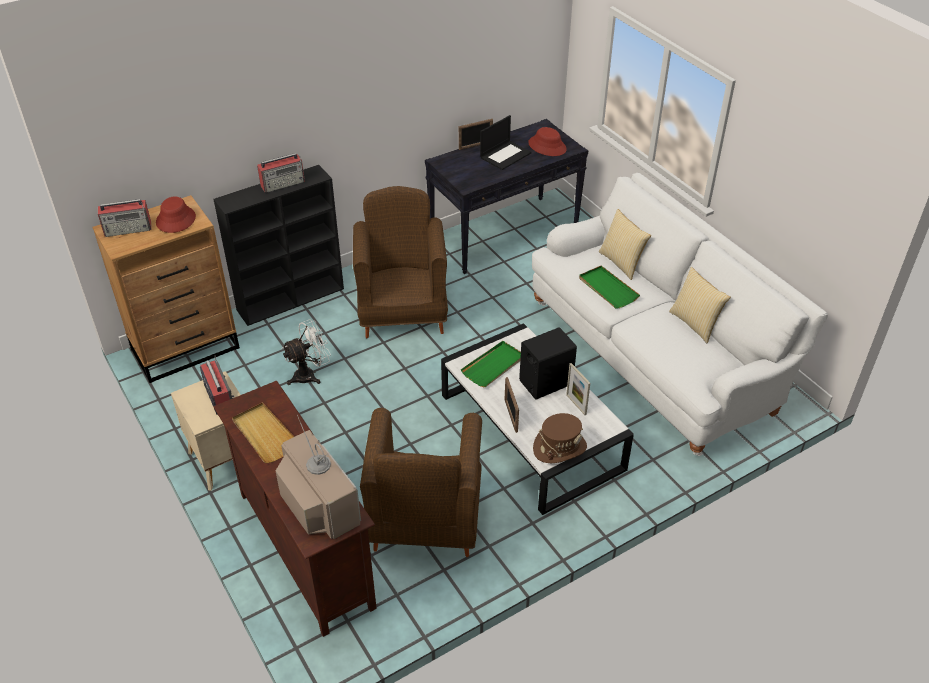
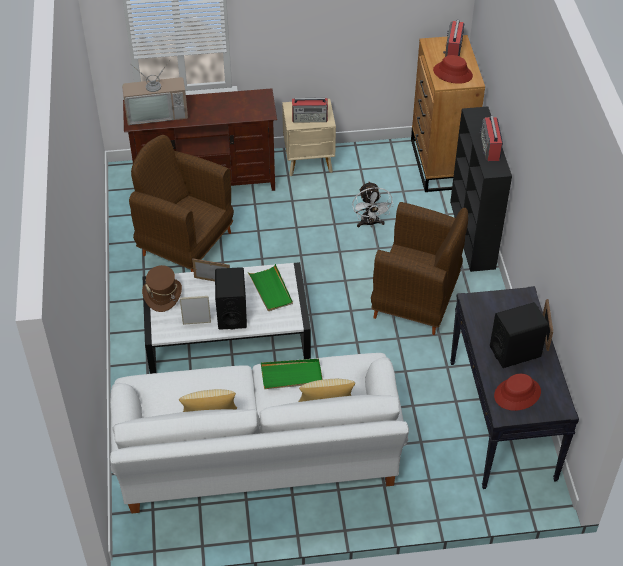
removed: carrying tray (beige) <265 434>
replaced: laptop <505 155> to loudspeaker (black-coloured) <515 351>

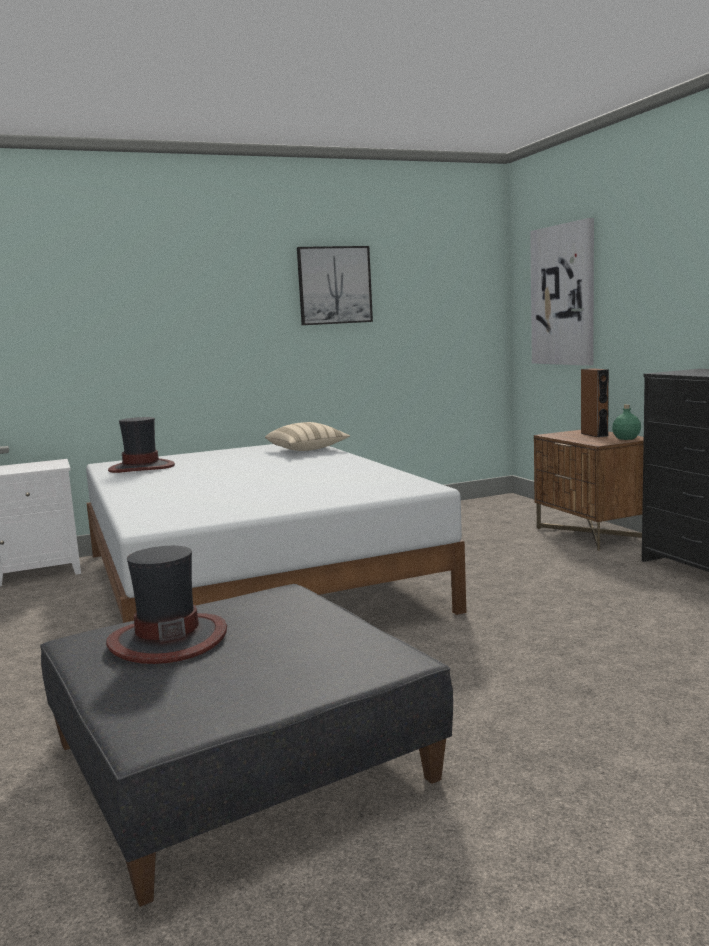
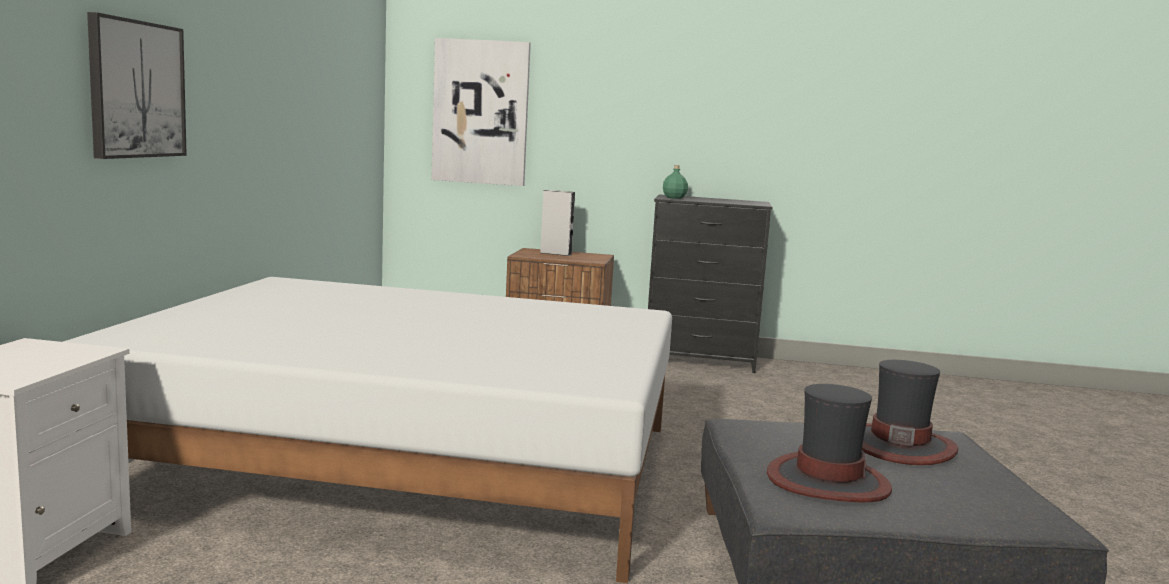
removed: throw pillow (beige) <307 450>
moved: picture <334 285> to <136 89>; drink bottle (greenish) <626 438> to <674 197>; clothing hat <142 468> to <899 445>
recoloured: loudspeaker (brownish) <594 434> to loudspeaker (grey) <556 253>

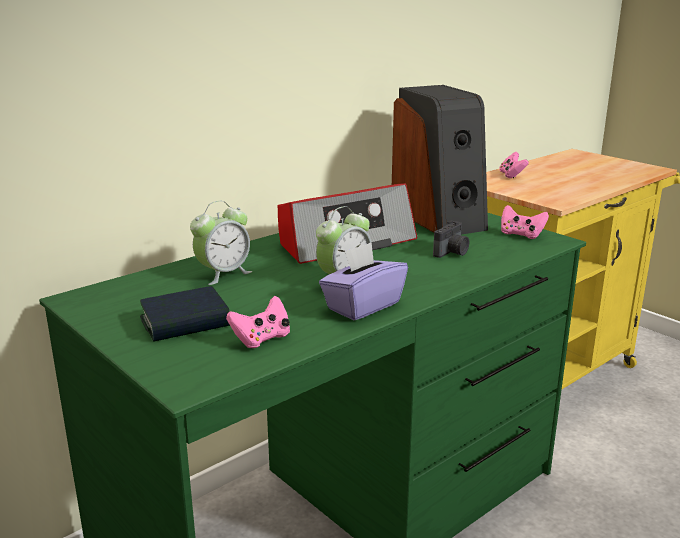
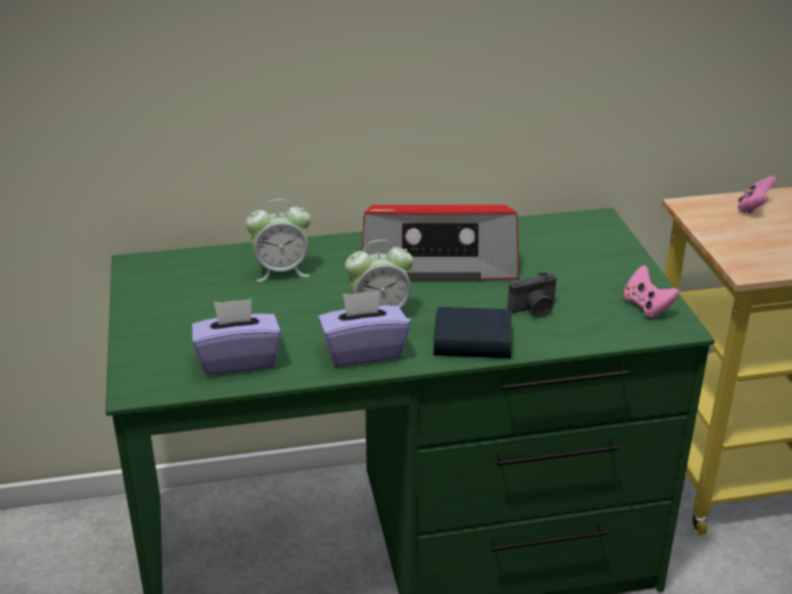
removed: loudspeaker <439 218>
moved: bound book <185 322> to <472 341>
replaced: joypad (pinkish) <262 339> to tissue box (purplish) <238 360>

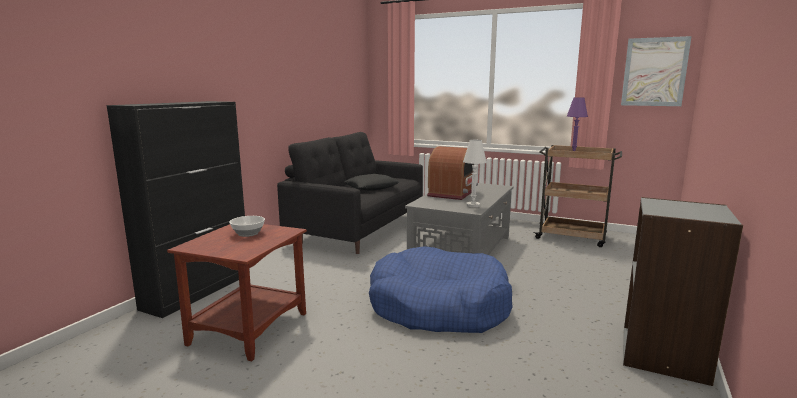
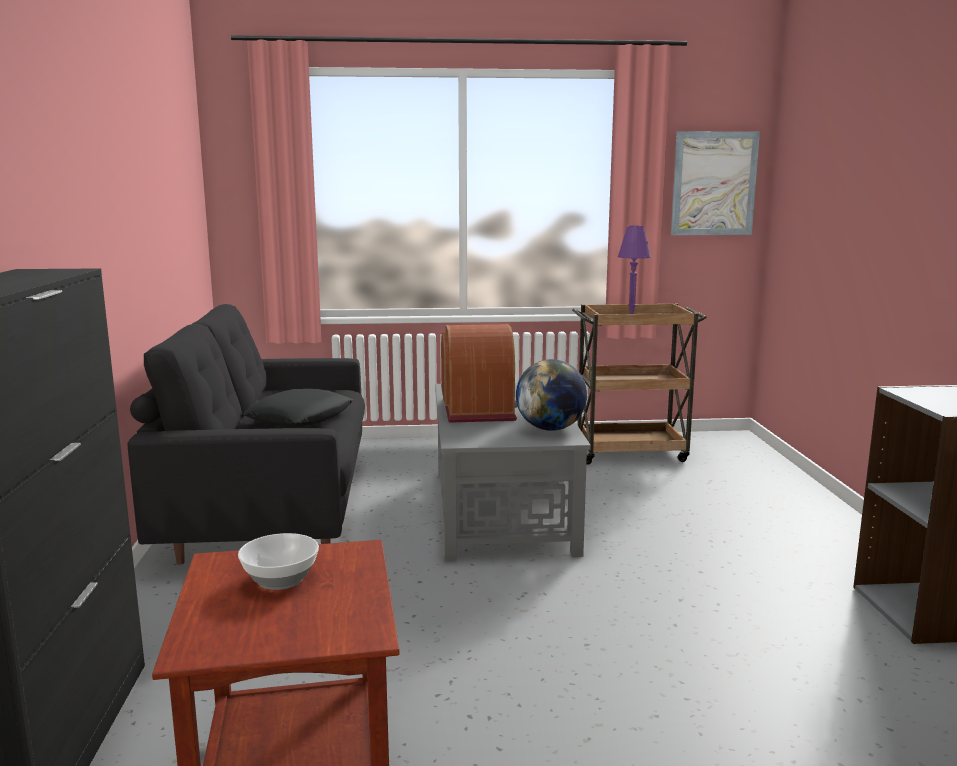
removed: dog bed (blue) <438 306>
replaced: table lamp (whitish) <473 205> to world globe <550 428>

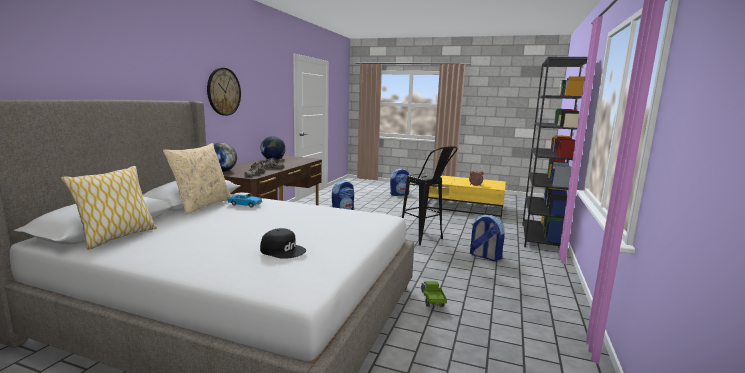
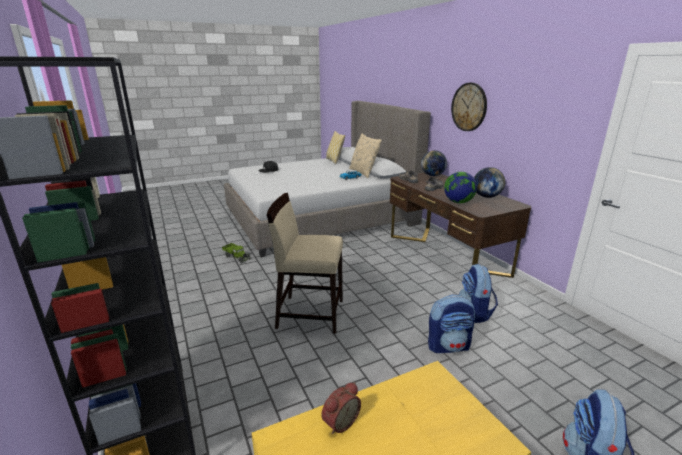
added: world globe <458 202>
moved: backpack <484 256> to <448 346>
replaced: sitting stool (black-coloured) <425 239> to upright chair (beige) <309 313>

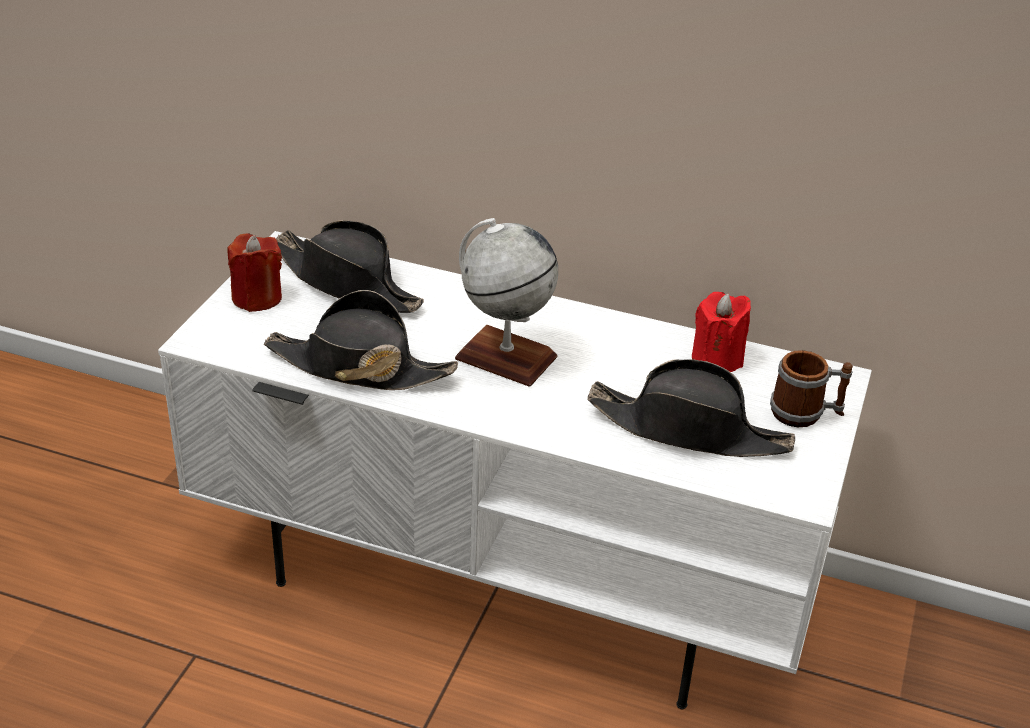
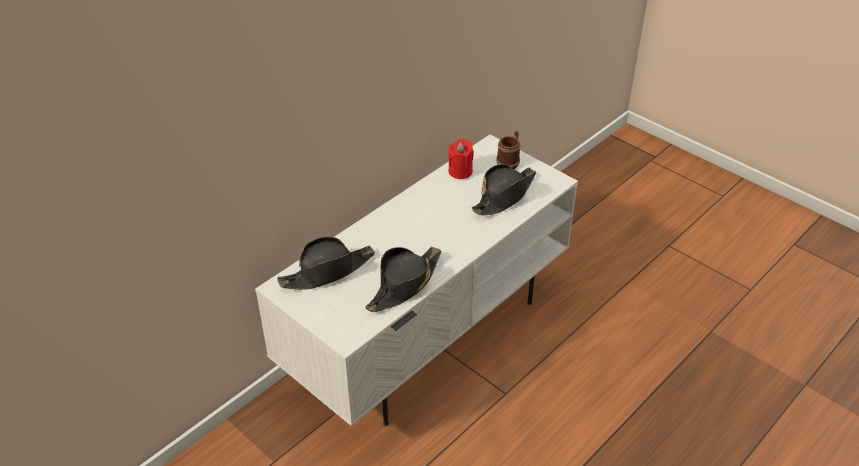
removed: candle (reddish) <257 298>; world globe <505 357>

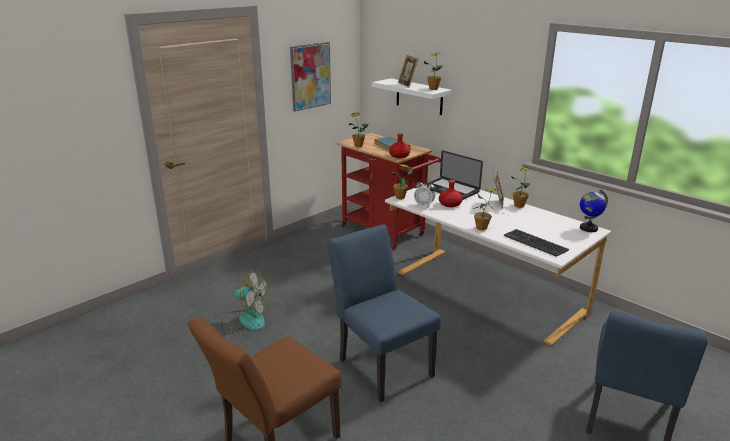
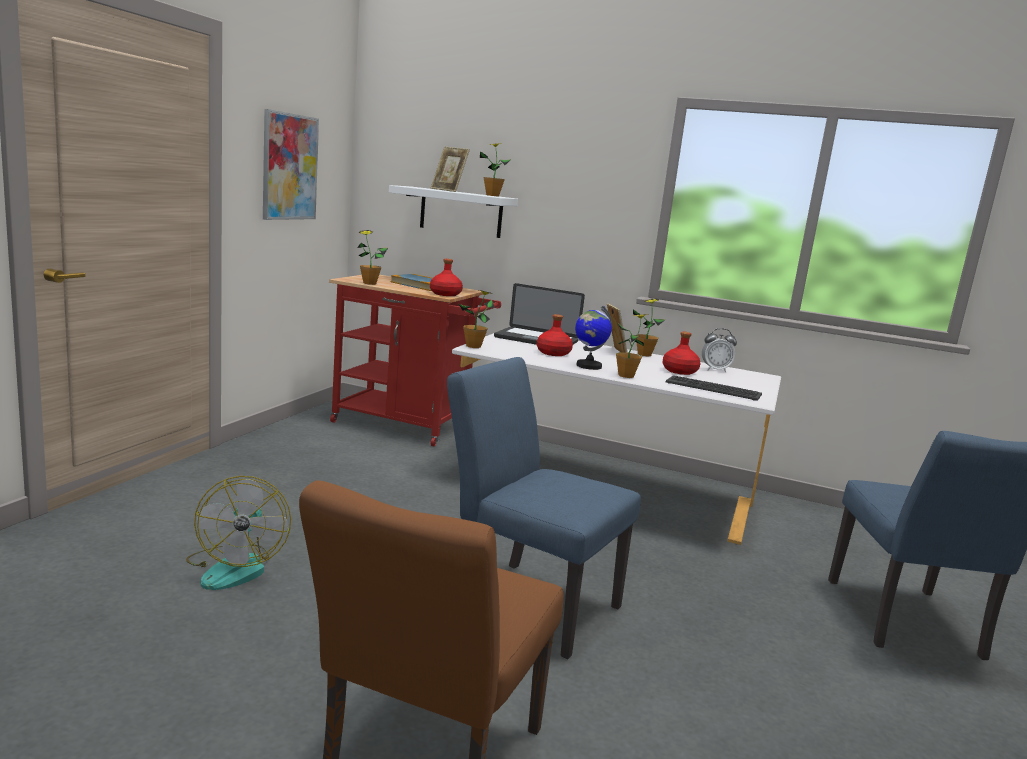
added: drink bottle (reddish) <680 371>
moved: world globe <588 228> to <588 366>; table clock <424 205> to <715 370>
turned: electric fan <245 320> = <236 567> 90 degrees clockwise

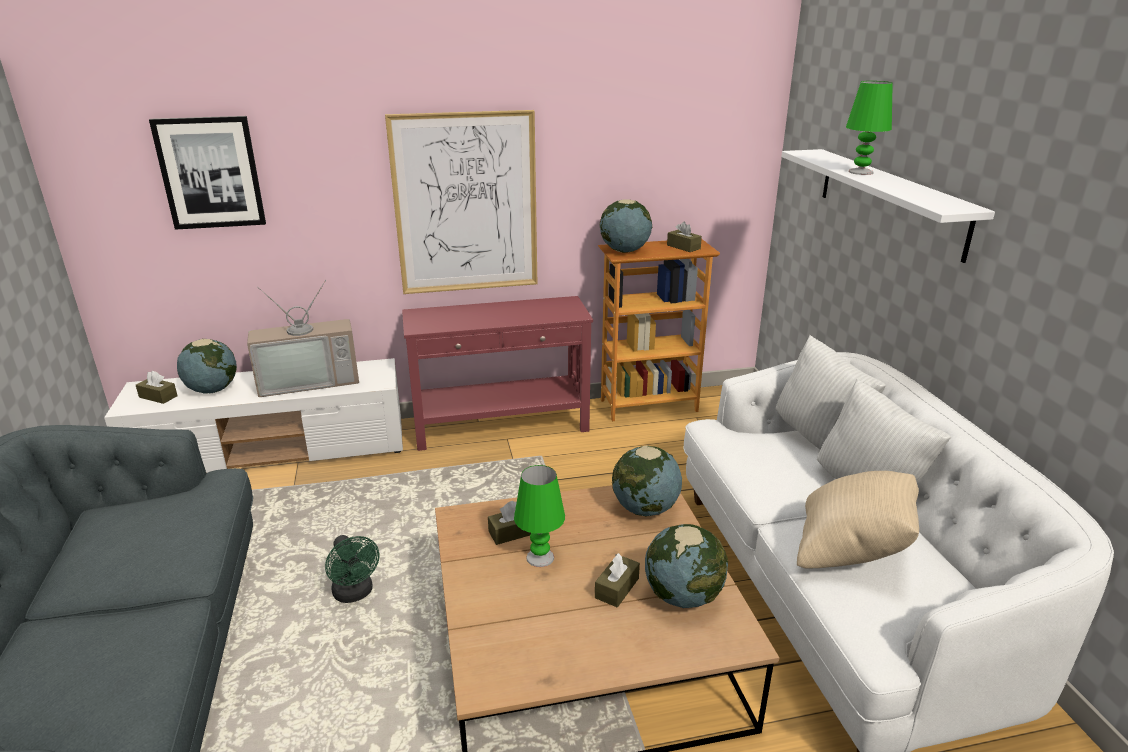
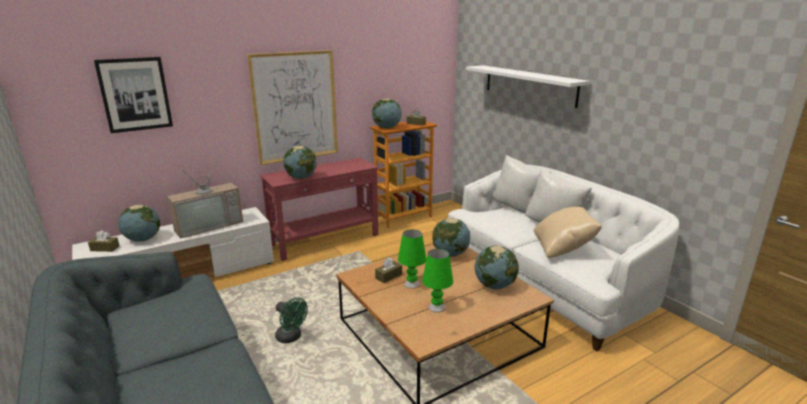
removed: tissue box (brownish) <617 588>
added: world globe <301 177>
moved: table lamp (greenish) <860 172> to <436 307>

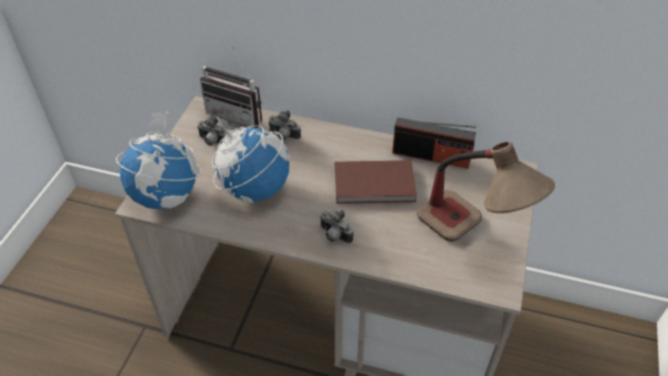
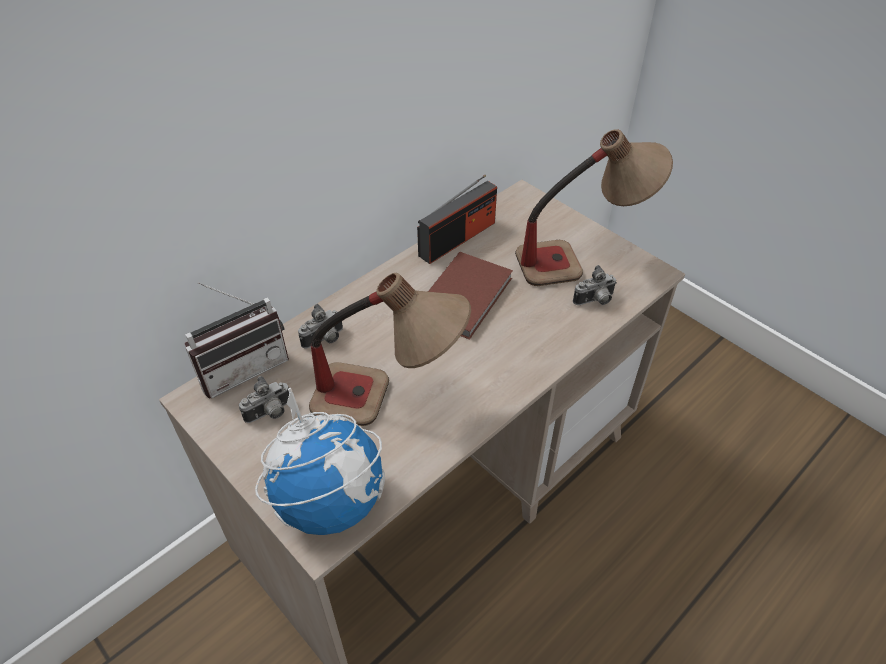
moved: photo camera <334 236> to <595 301>
replaced: world globe <254 188> to table lamp <390 402>

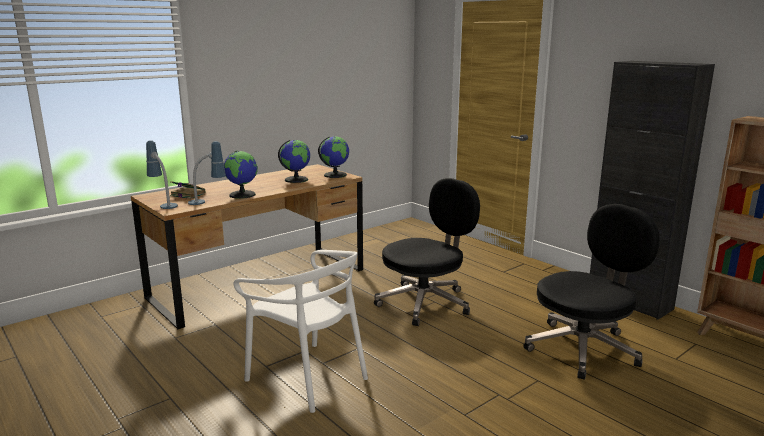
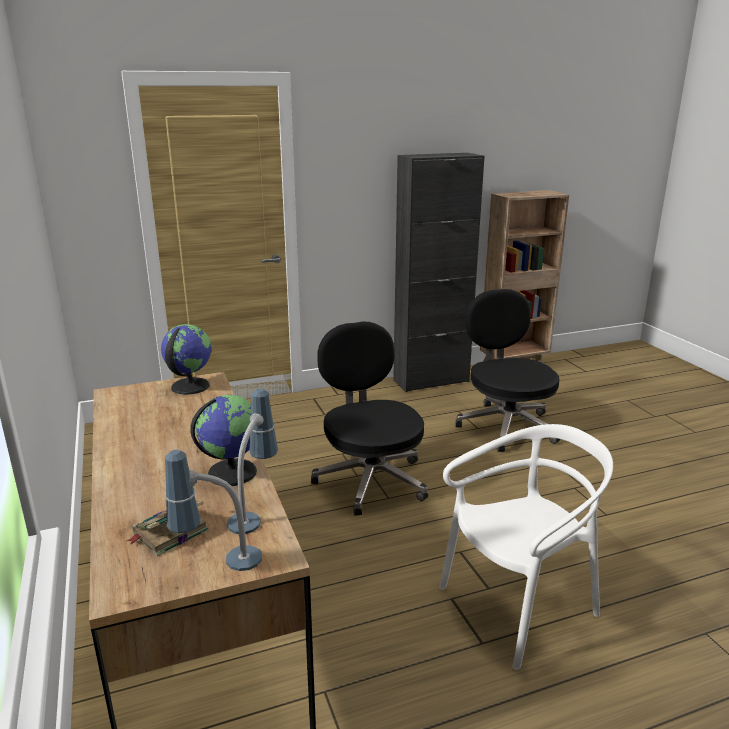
removed: world globe <296 179>

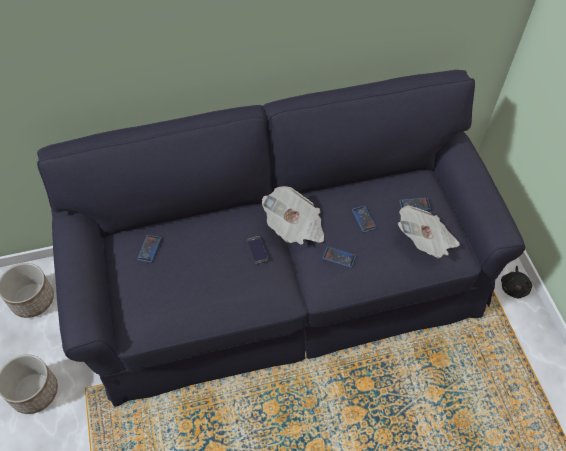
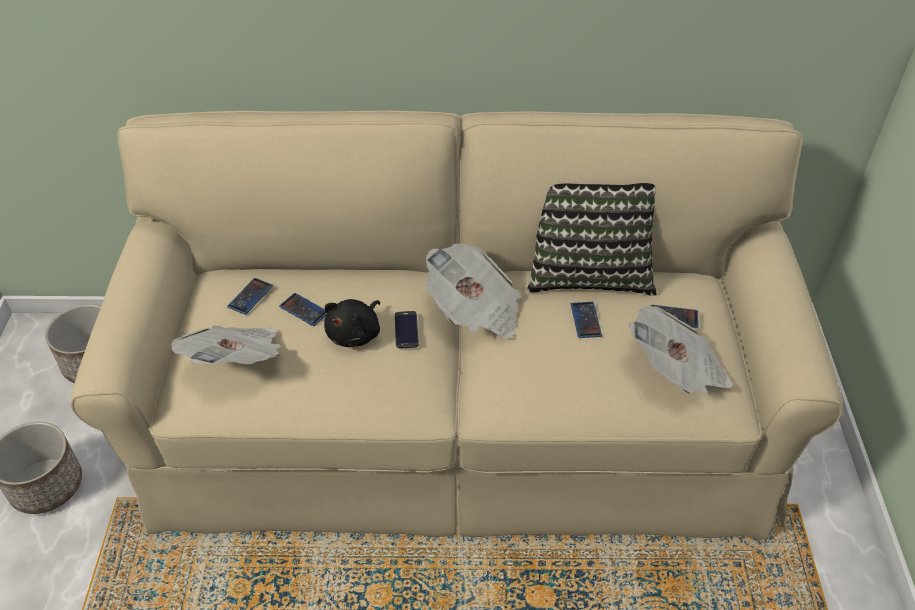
added: newspaper <237 362>; throw pillow <589 272>
moved: handset <339 257> to <304 310>; cuddly toy (black-coloured) <514 287> to <355 334>
recoloured: settee (black-coloured) <283 284> to settee (beige) <457 419>

